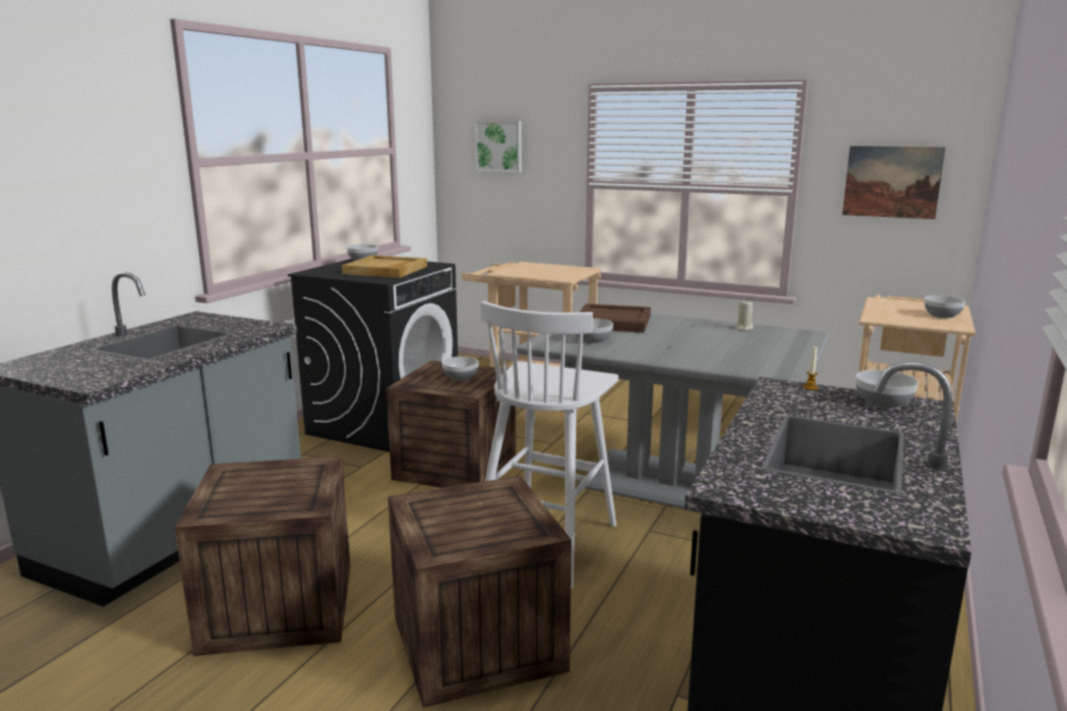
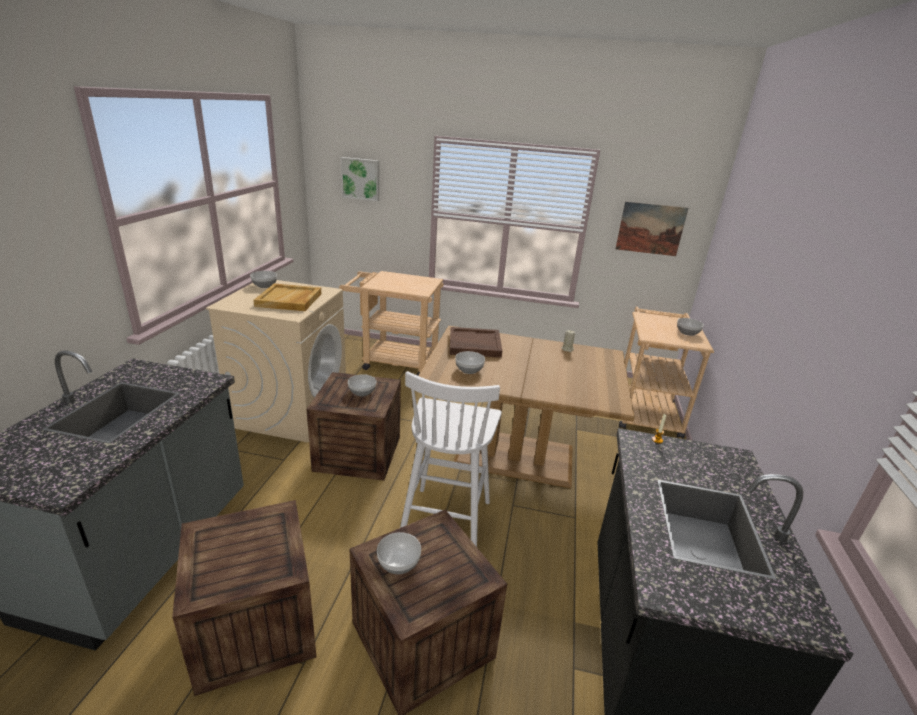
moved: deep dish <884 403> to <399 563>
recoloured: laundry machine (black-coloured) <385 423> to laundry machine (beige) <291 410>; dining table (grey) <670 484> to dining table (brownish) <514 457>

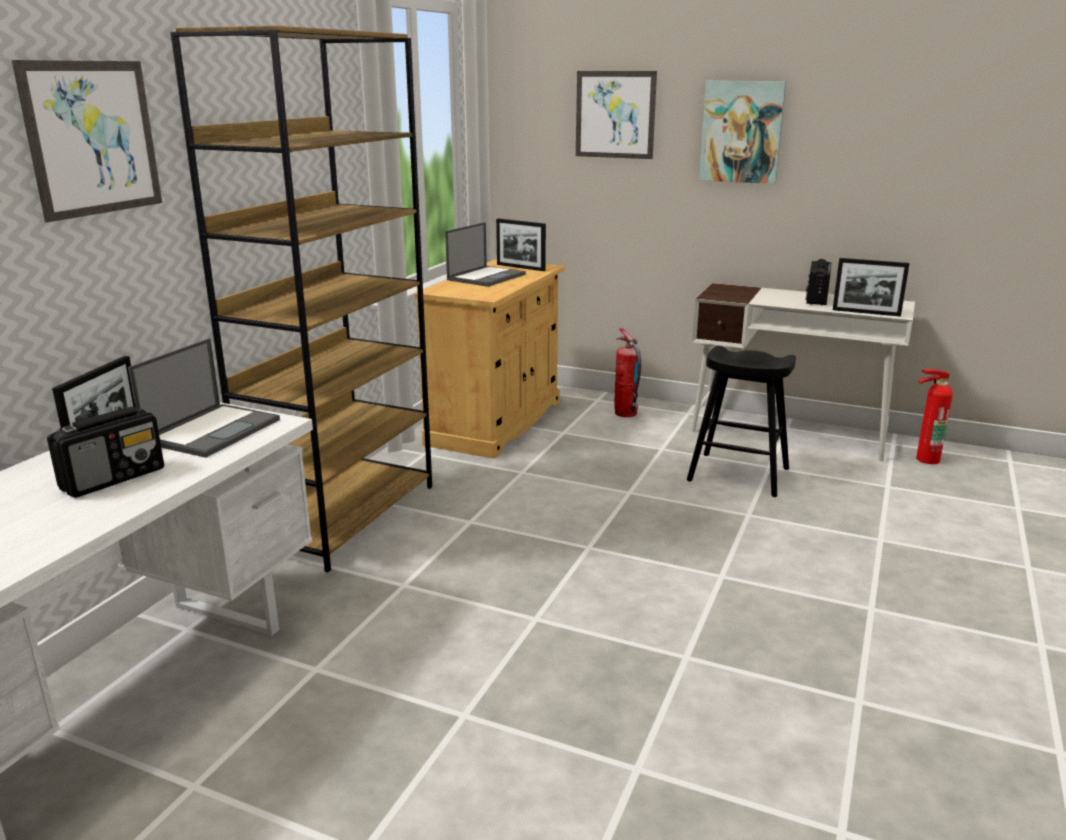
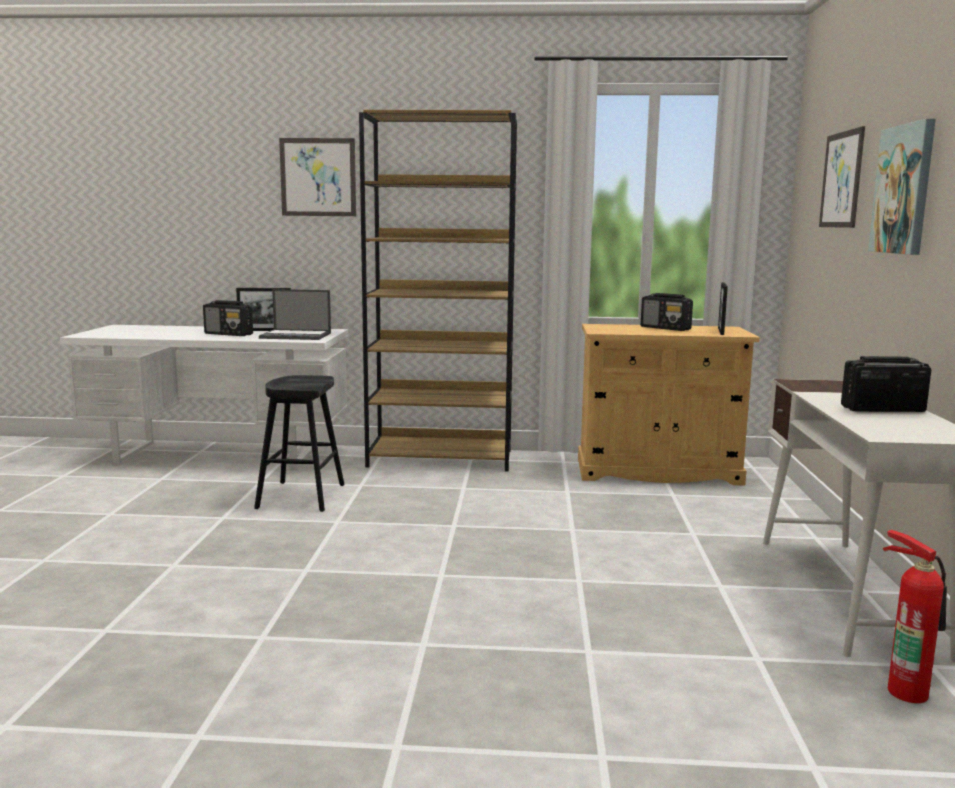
removed: fire-fighting cylinder <625 413>; standing frame <866 312>
moved: sitting stool (black-coloured) <738 475> to <301 496>
replaced: laptop <487 277> to radio receiver <666 328>

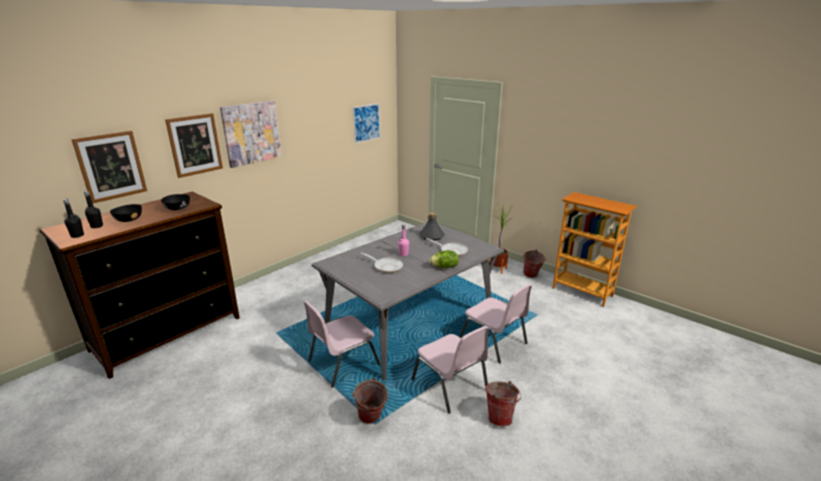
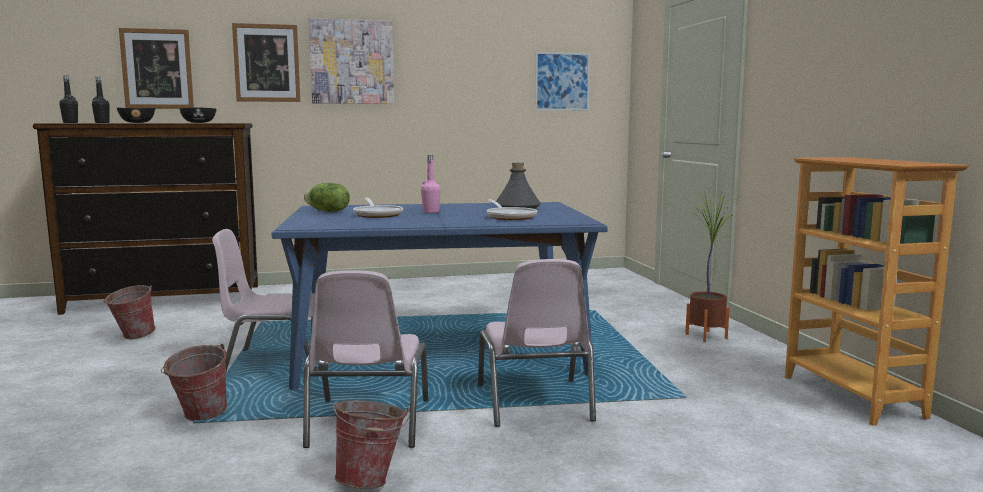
moved: bucket <531 276> to <132 337>; lettuce <444 267> to <327 211>
recoloured: dining table (grey) <411 323> to dining table (blue) <441 353>

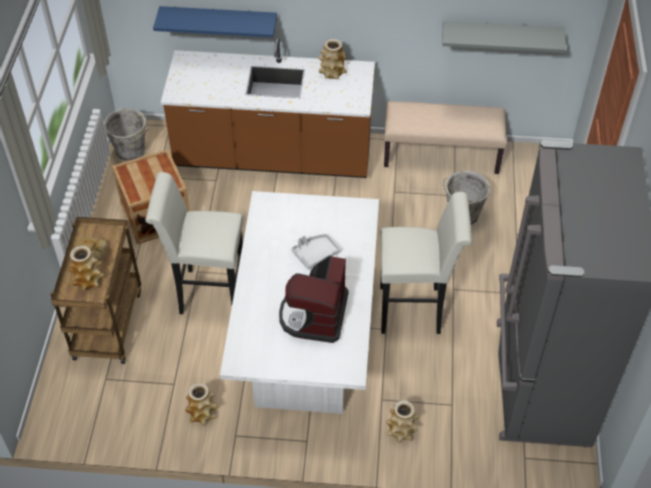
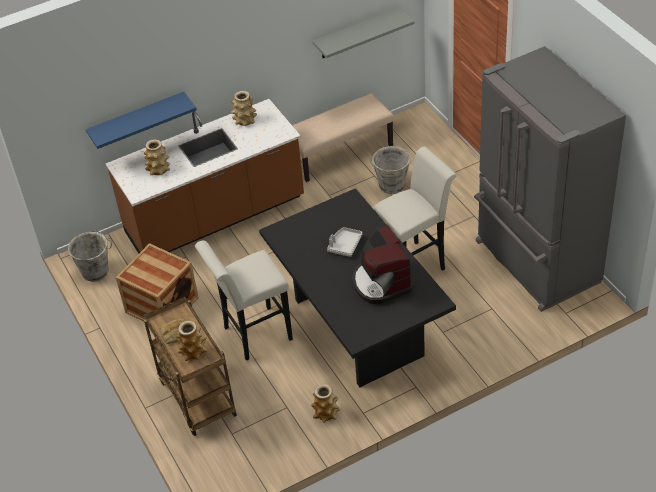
moved: decorative vase <401 431> to <158 170>
recoloured: dining table (whitish) <307 344> to dining table (black-coloured) <359 327>

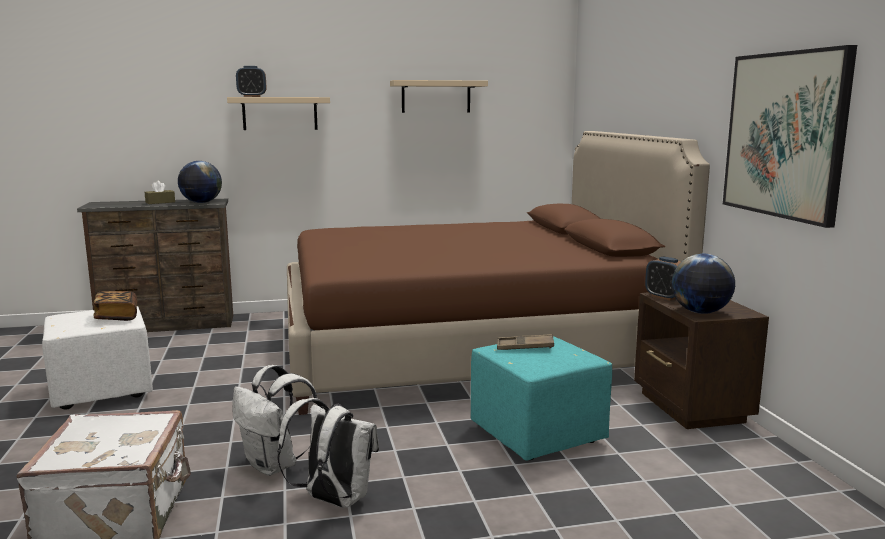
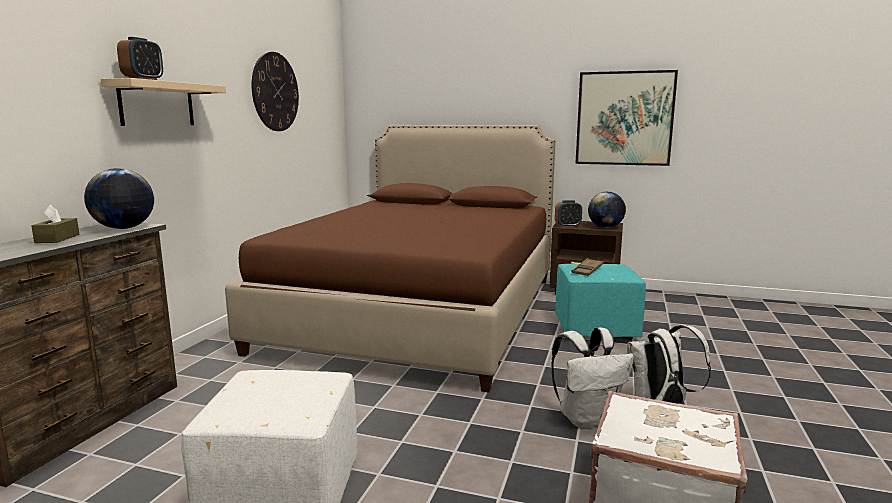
removed: bound book <117 316>
replaced: wall shelf (beige) <436 96> to wall clock <275 92>

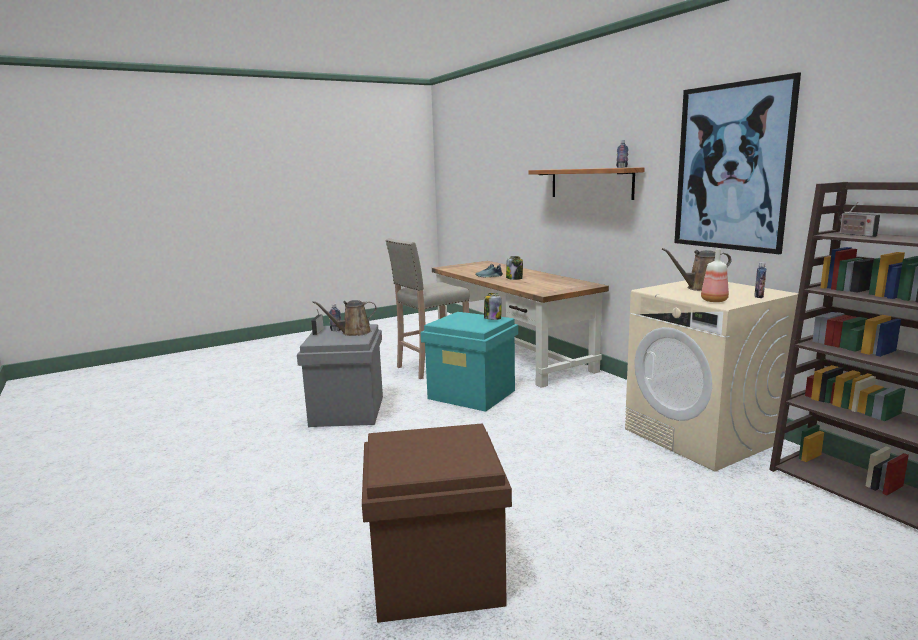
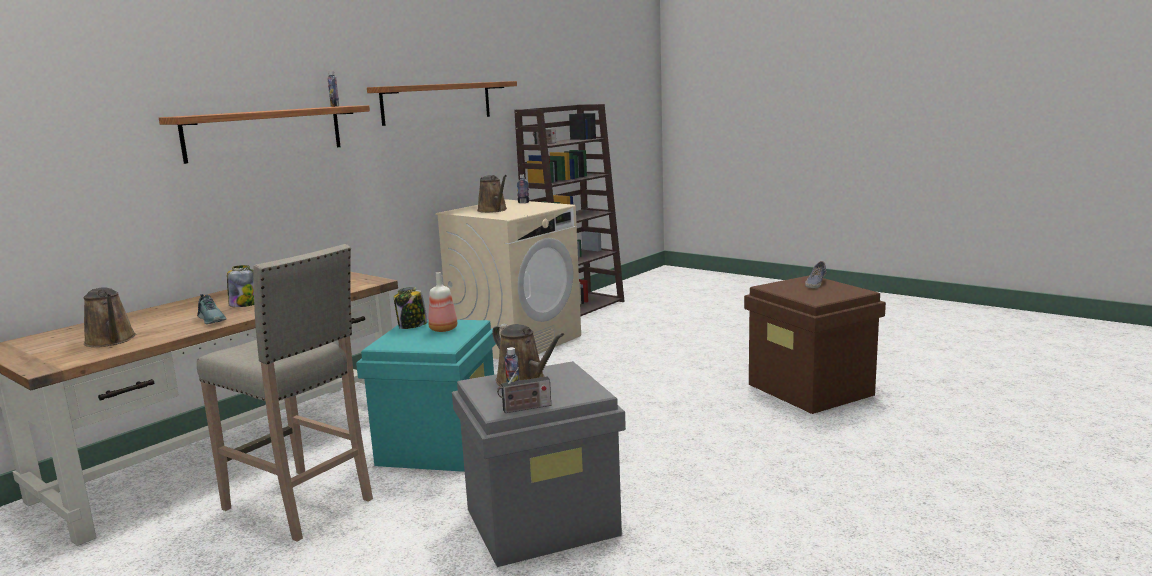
added: watering pot (brownish) <111 341>; shoe <815 283>
moved: drink bottle <714 301> to <444 329>
replaced: picture <731 167> to wall shelf <437 102>

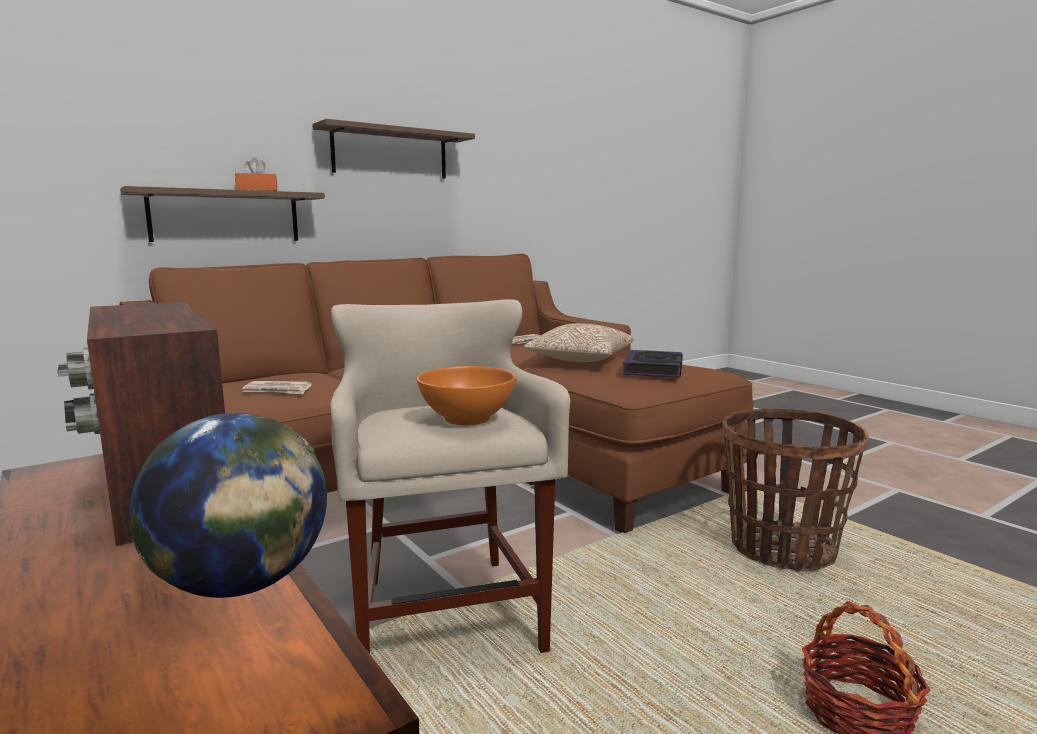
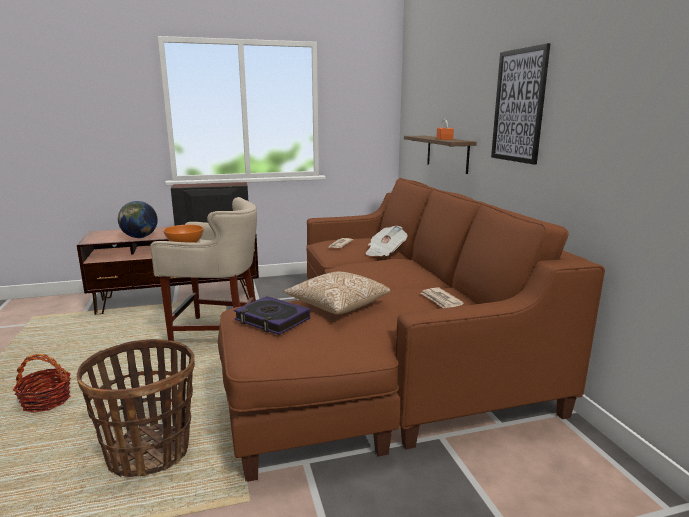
added: newspaper <385 252>
replaced: wall shelf <390 153> to picture <519 106>

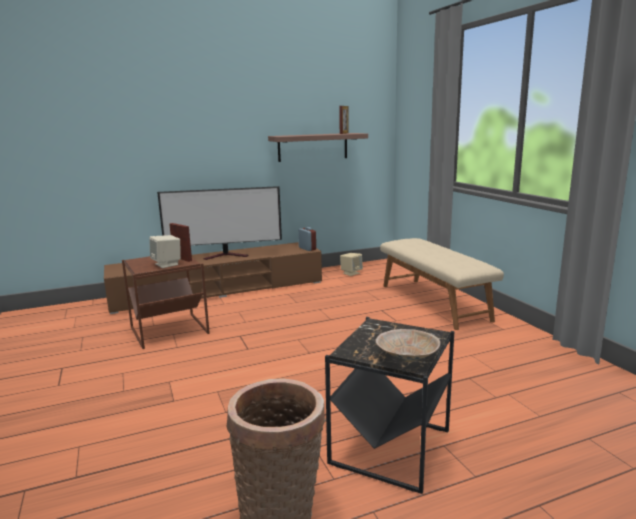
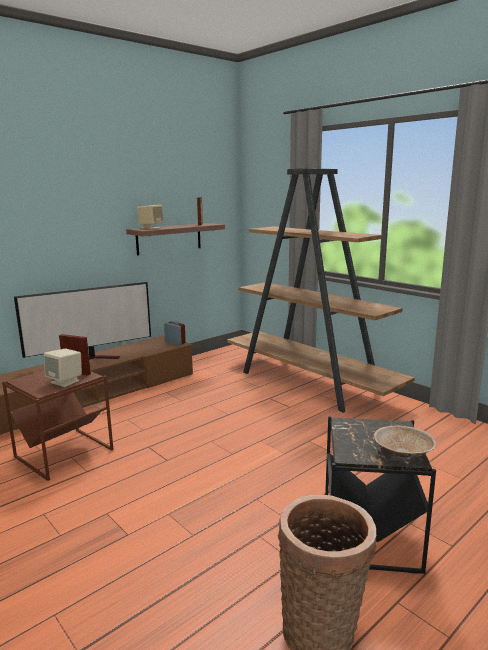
moved: loudspeaker (beige) <351 273> to <151 228>
replaced: bench (beige) <434 302> to bookcase (brownish) <310 383>

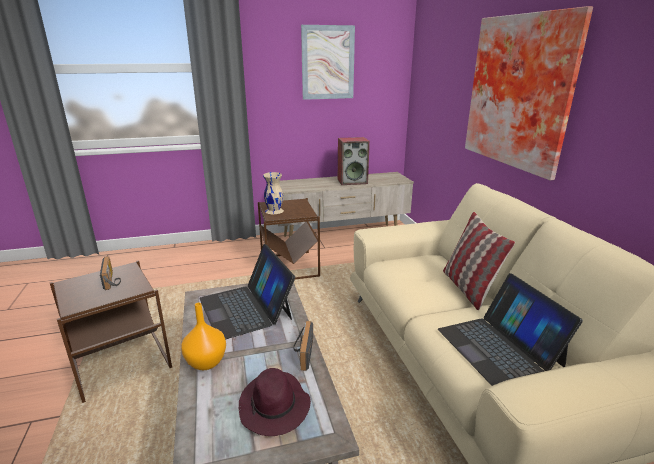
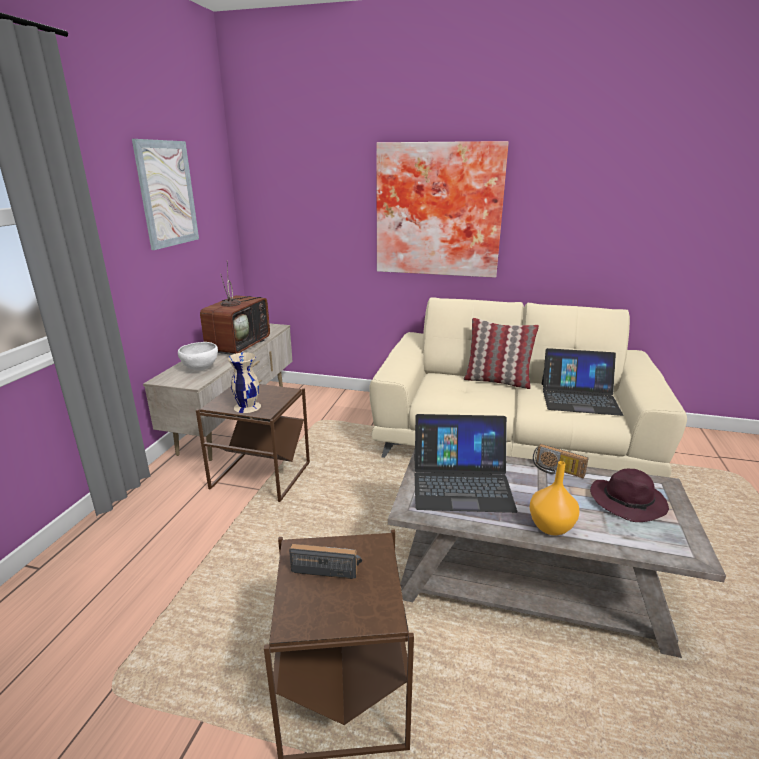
added: deep dish (whitish) <201 369>
replaced: loudspeaker <352 181> to television <238 345>

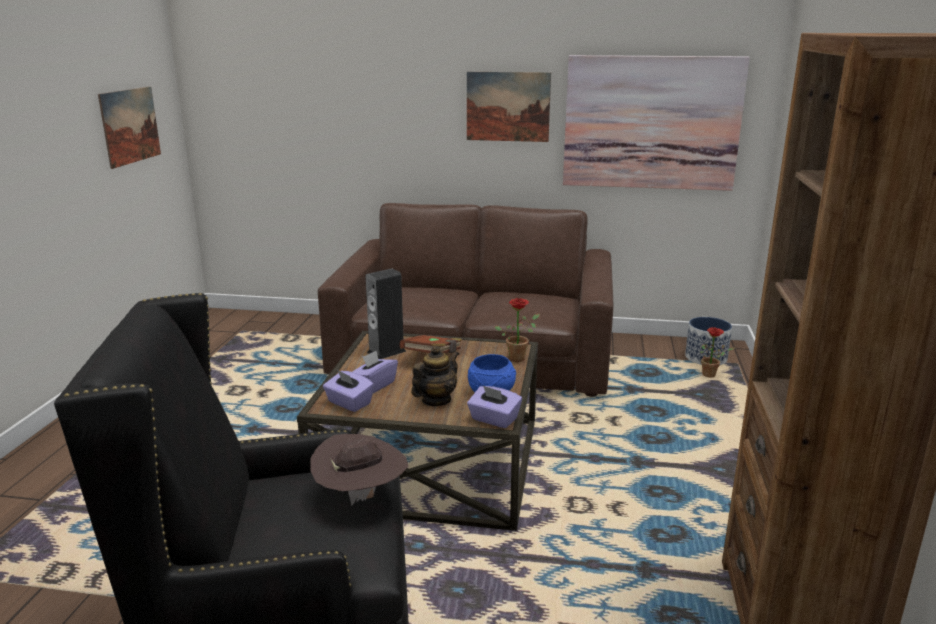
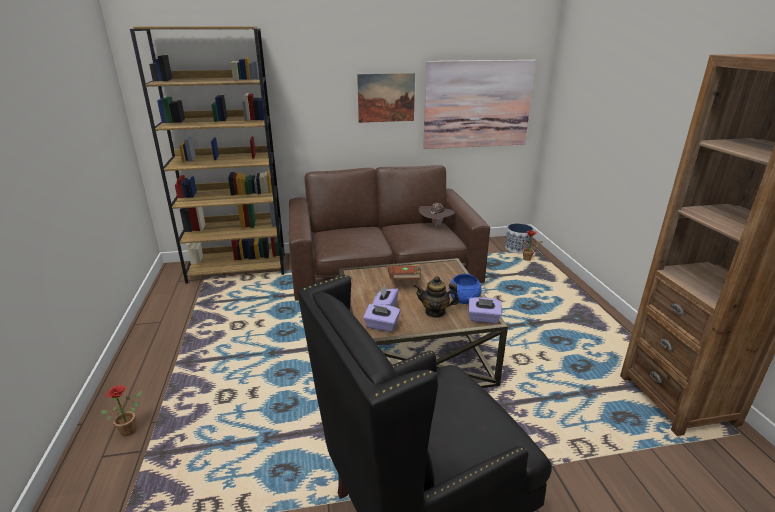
removed: picture <130 126>; loudspeaker <386 352>
added: bookcase (brownish) <238 267>
moved: plant in a pot <519 357> to <130 428>; clothing hat (brownish) <361 496> to <436 224>
turned: tea pot <436 400> = <435 312> 105 degrees counterclockwise

